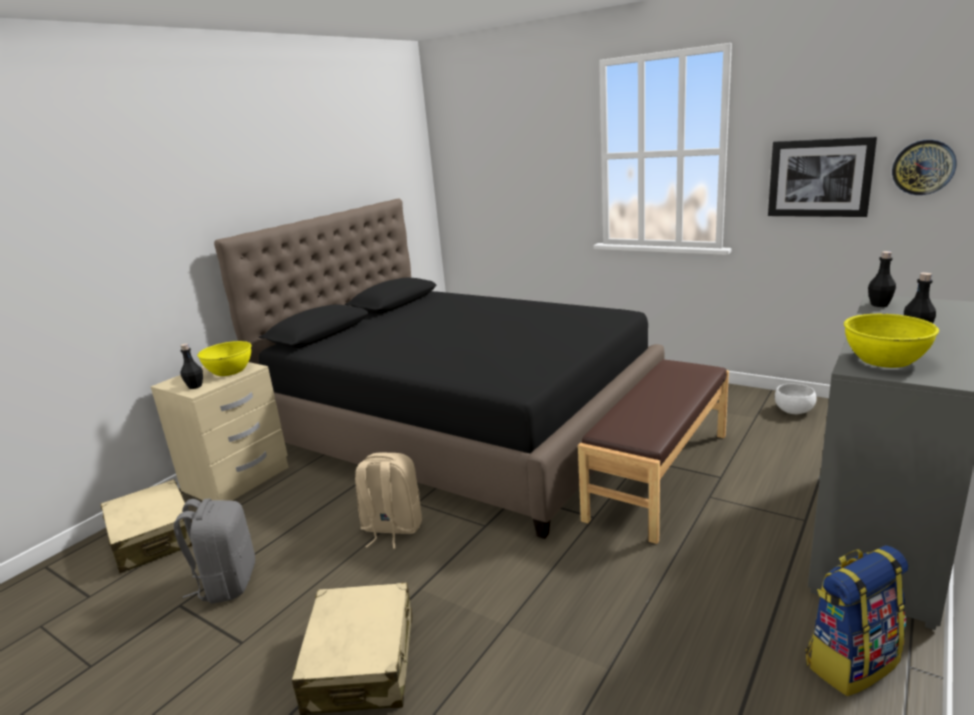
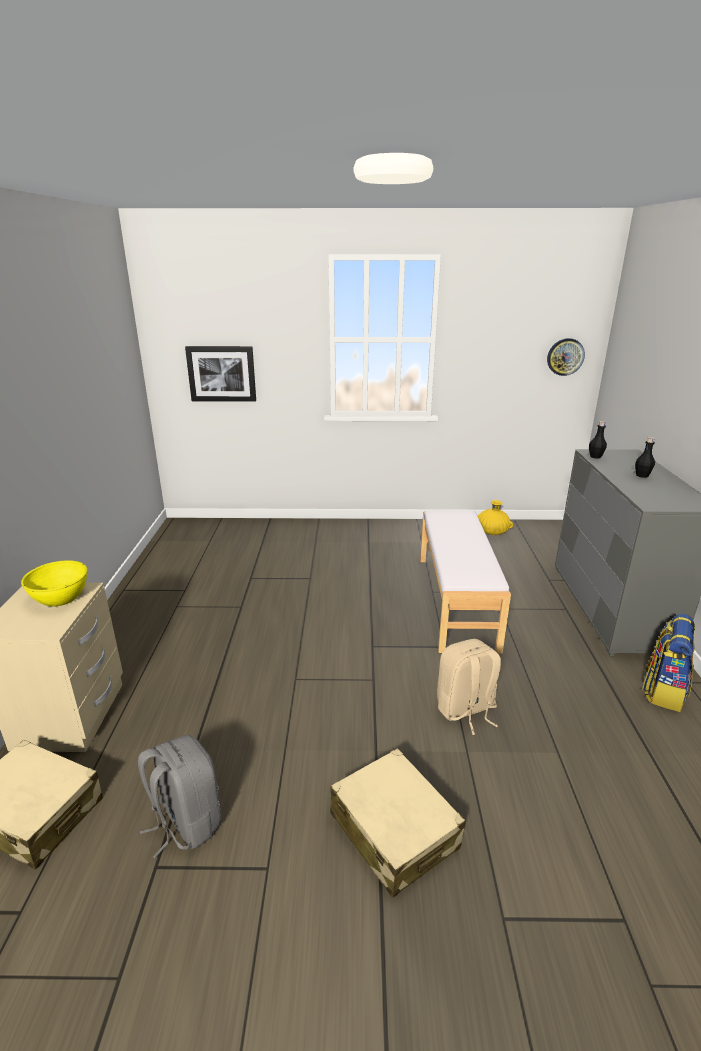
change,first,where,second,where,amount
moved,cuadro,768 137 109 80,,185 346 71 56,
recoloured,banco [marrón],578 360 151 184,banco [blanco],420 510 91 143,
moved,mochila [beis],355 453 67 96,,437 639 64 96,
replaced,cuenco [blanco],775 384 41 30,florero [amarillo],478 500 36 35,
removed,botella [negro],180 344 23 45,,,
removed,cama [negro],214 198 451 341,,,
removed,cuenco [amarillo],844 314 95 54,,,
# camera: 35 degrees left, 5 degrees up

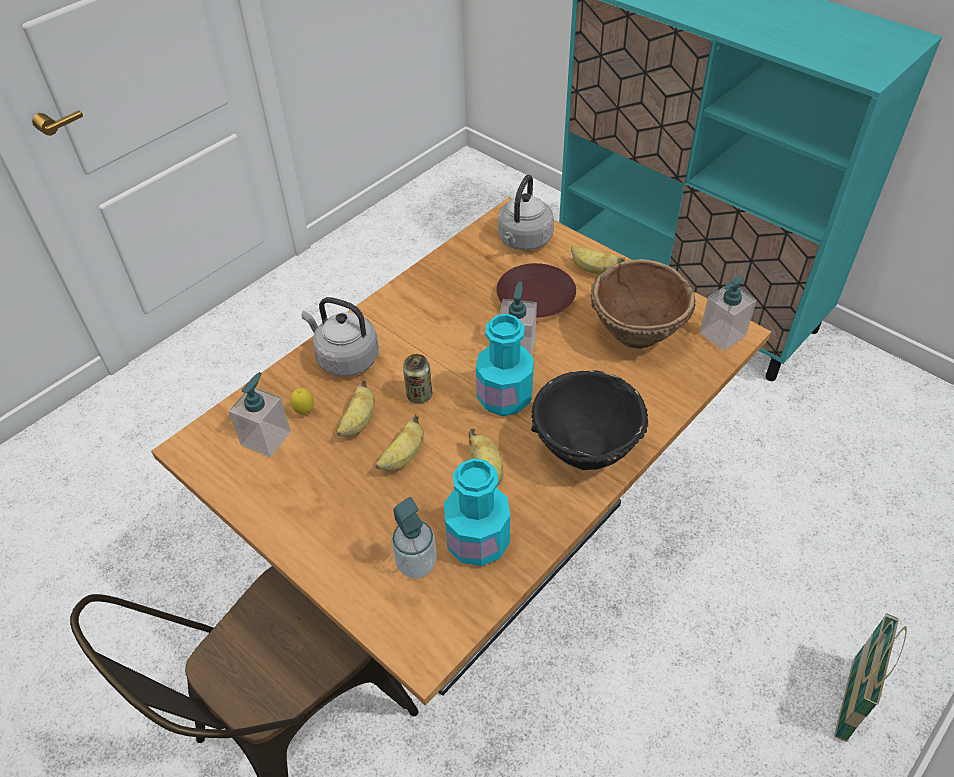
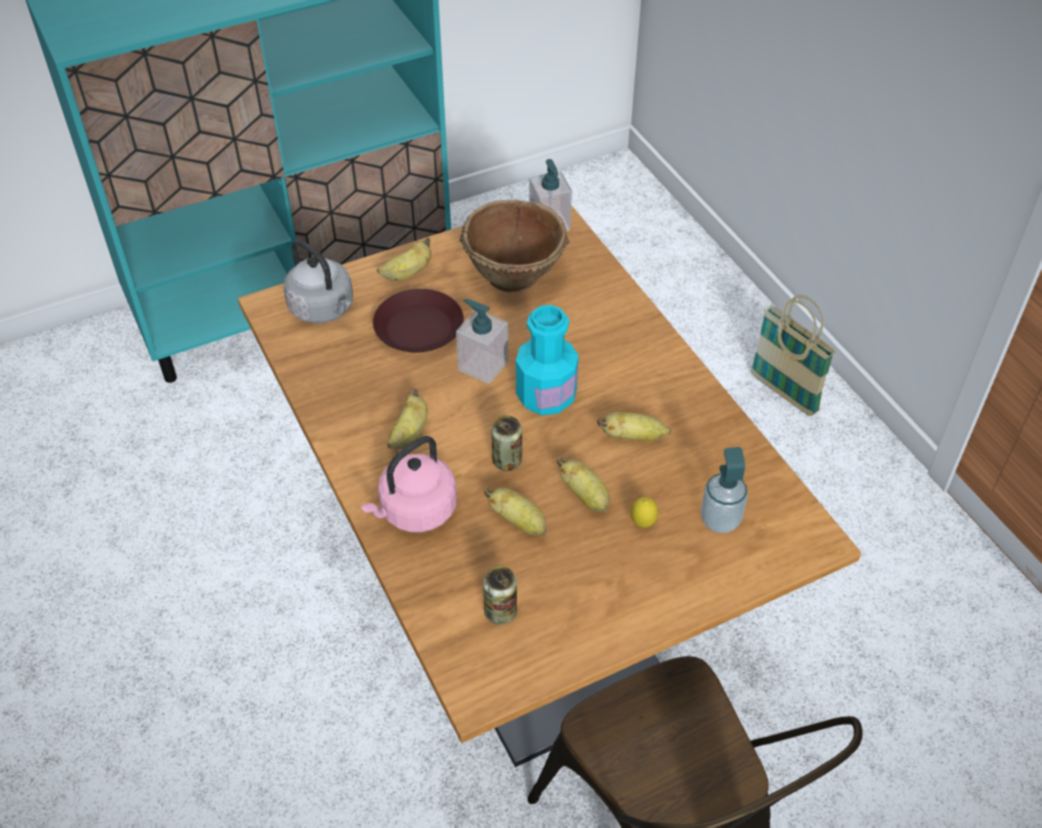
change,first,where,second,where,amount
recoloured,hervidor [gris],302 297 77 79,hervidor [rosa],361 436 96 96,
added,,,plátano,387 388 40 61,
replaced,dispensador de jabón,228 372 63 85,lata,483 566 34 59,
moved,limón,290 388 24 26,,631 497 27 31,
removed,botella [turquesa],444 458 66 108,,,
removed,cuenco [negro],531 370 118 100,,,
# camera: 70 degrees left, 0 degrees up

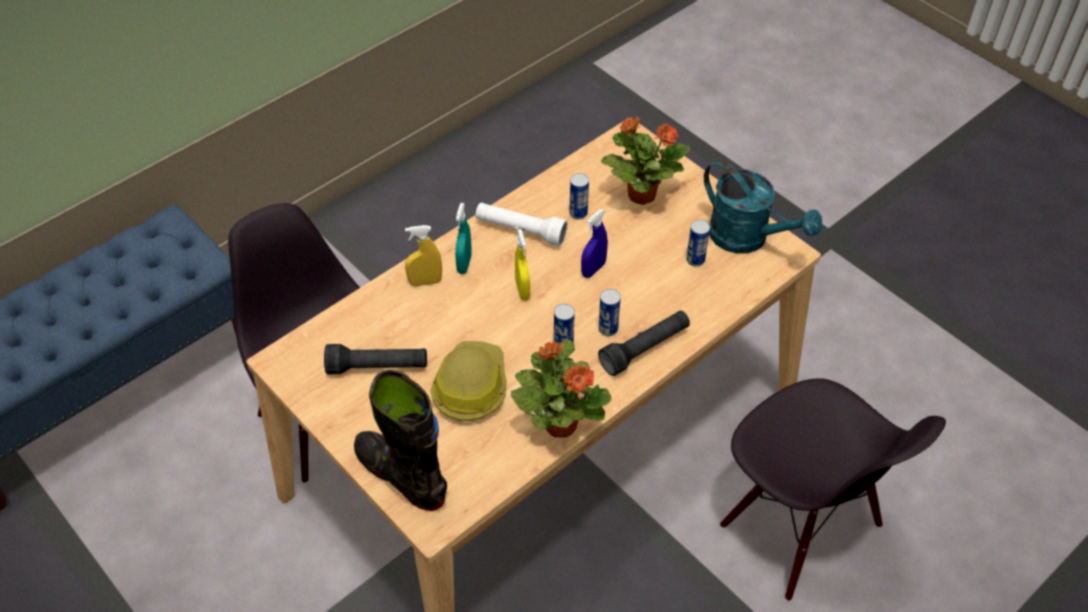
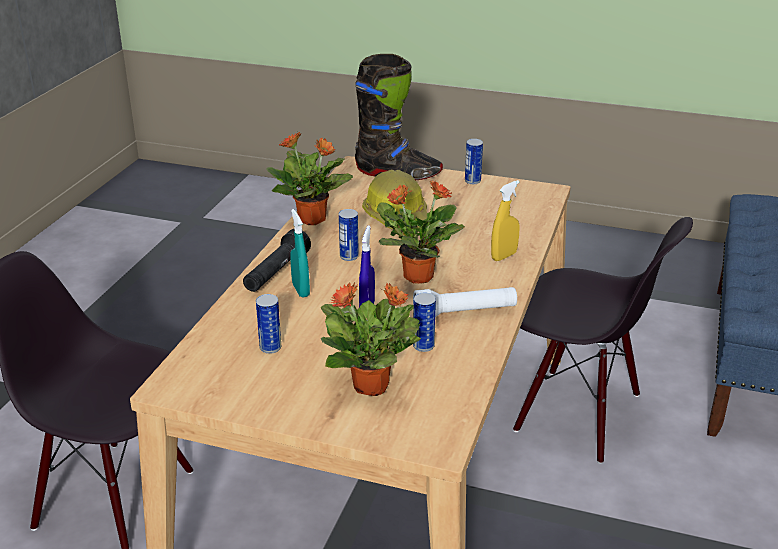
change,first,where,second,where,amount
moved,pulverizador [turquesa],455 203 17 71,,290 209 20 89,
replaced,pulverizador [amarillo],515 229 15 72,planta en maceta,376 179 89 105,
moved,lata,598 289 23 47,,465 139 18 45,
removed,linterna [negro],324 344 103 30,,,
removed,regadera [turquesa],704 160 118 94,,,
# camera: 150 degrees right, 20 degrees down

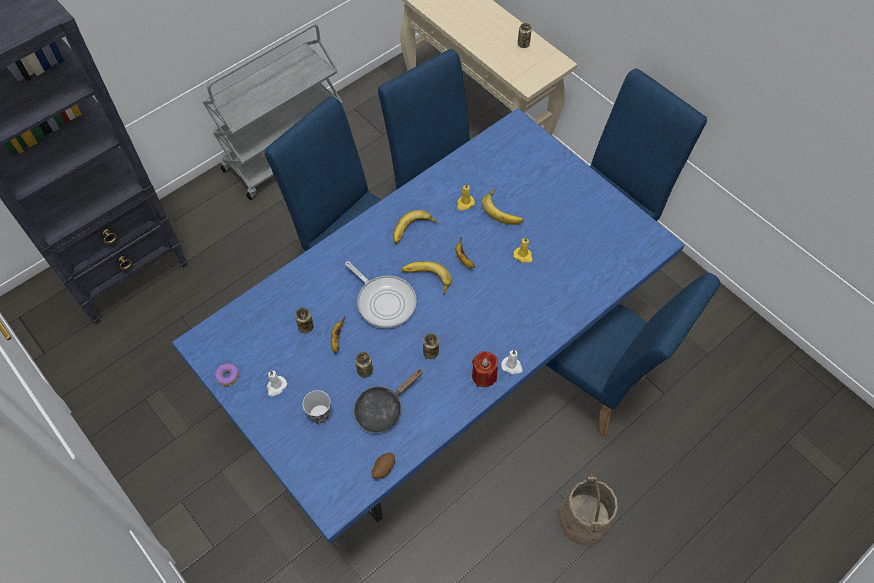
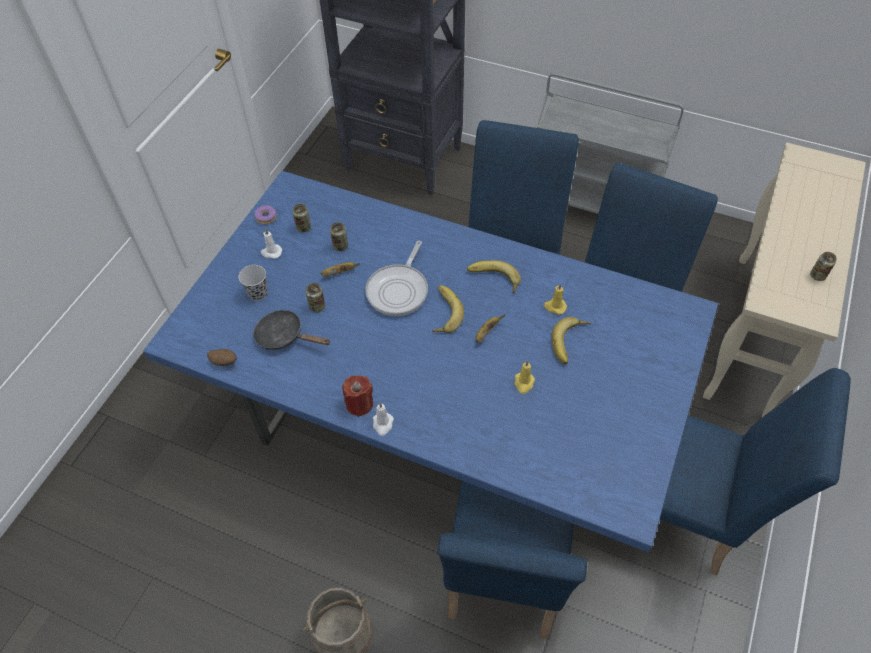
change,first,where,second,where,amount
moved,lata,423 333 16 26,,293 204 18 29,
# camera: 65 degrees right, 5 degrees down

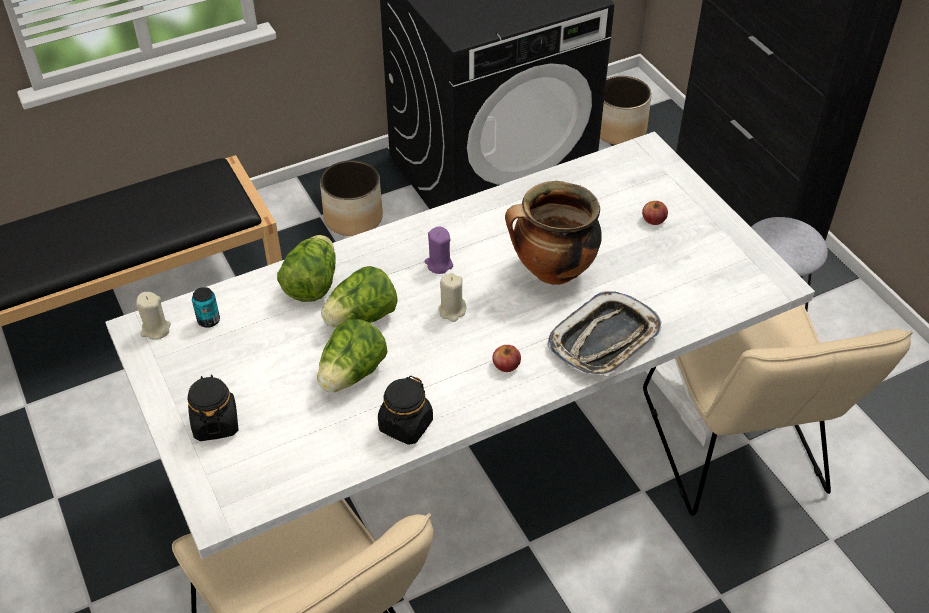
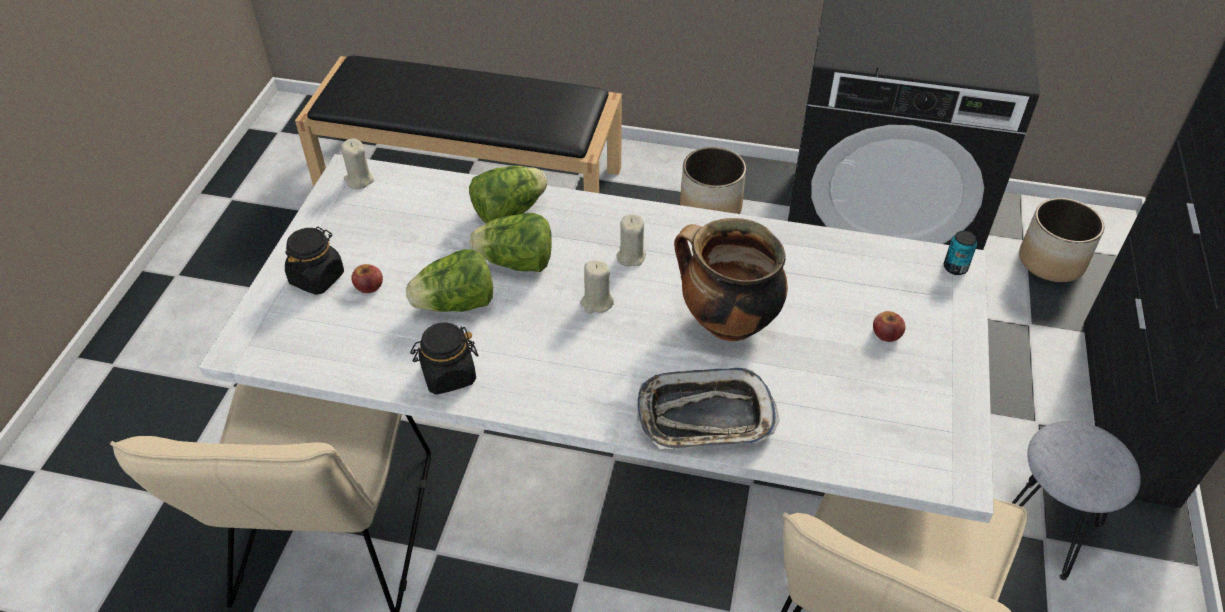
change,first,where,second,where,amount
moved,manzana,492 345 29 27,,351 264 32 29,
recoloured,vela [morado],425 227 28 47,vela [beis],616 214 30 52,
moved,lata,192 287 28 41,,944 231 33 44,
# camera: 40 degrees right, 0 degrees up

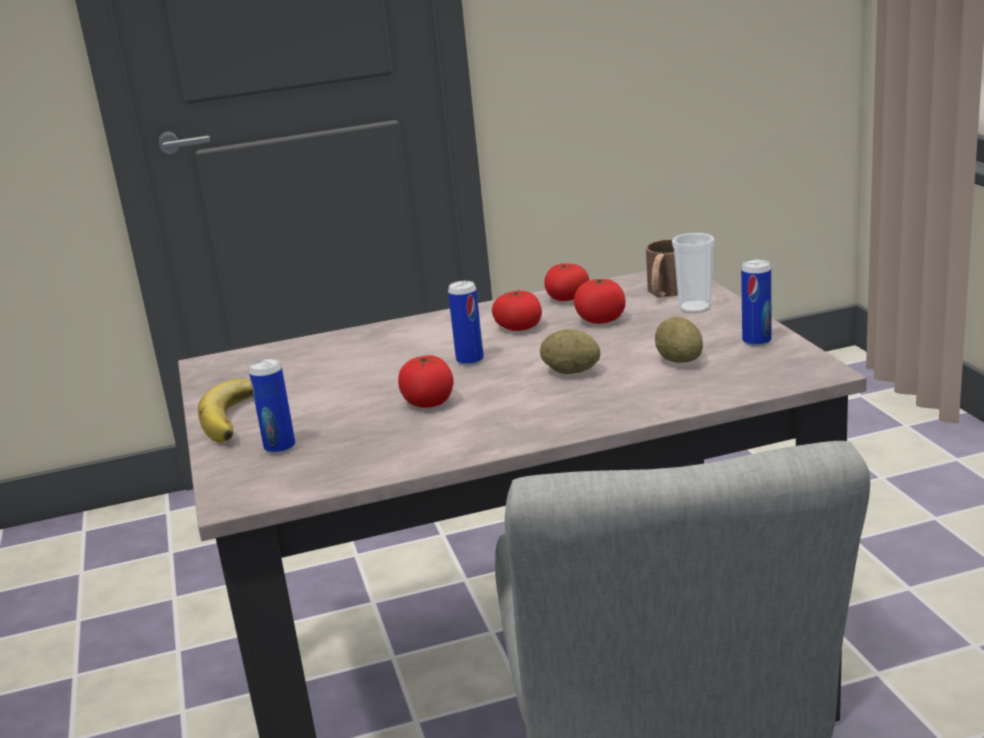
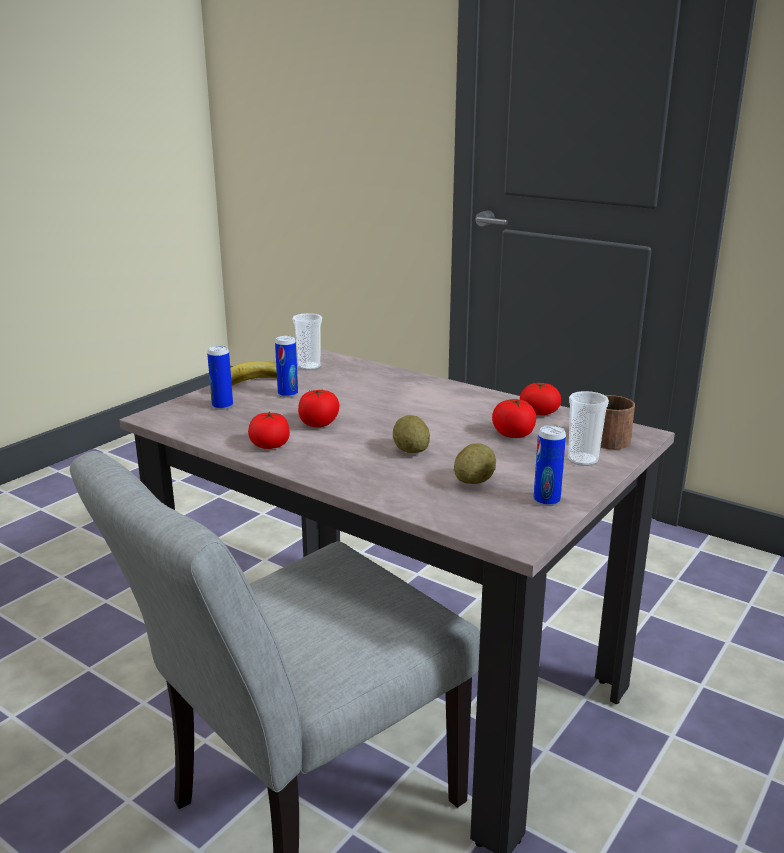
change,first,where,second,where,amount
moved,tomate,492 290 50 41,,248 411 42 38,
moved,lata,448 281 36 85,,275 335 23 63,
added,,,taza,293 313 29 57,
# camera: 50 degrees right, 0 degrees up

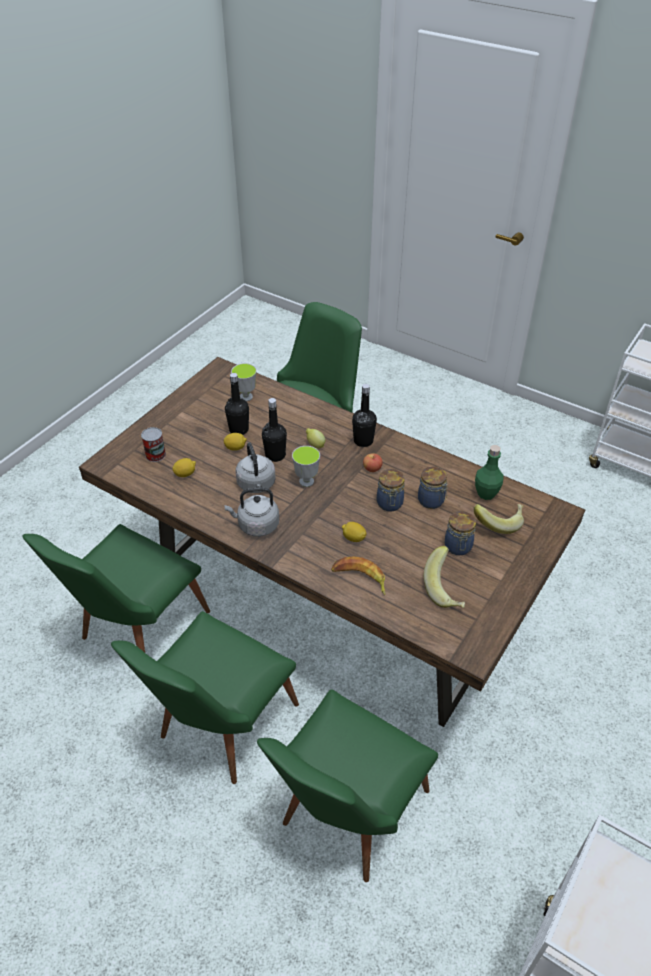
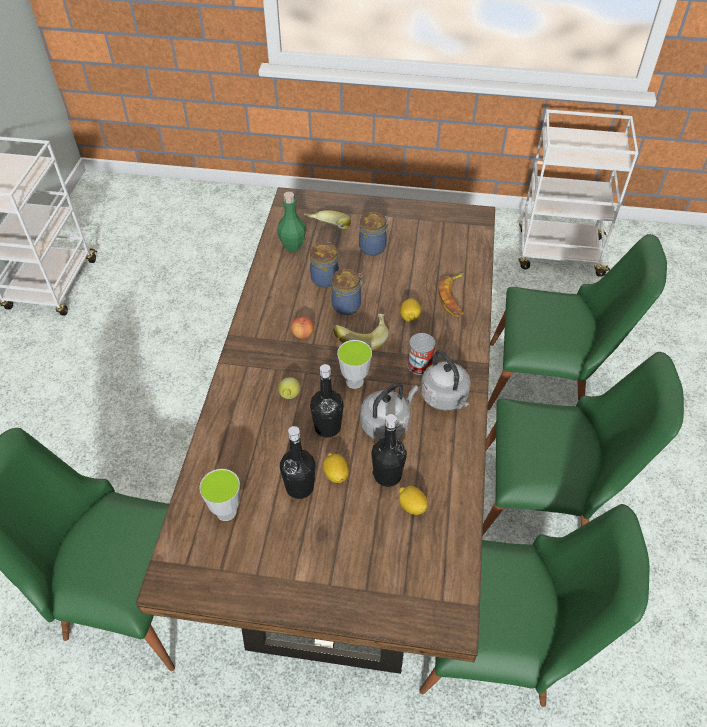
change,first,where,second,where,amount
moved,plátano,424 546 41 62,,333 314 56 36,
moved,botella [negro],352 384 25 63,,371 414 36 73,
moved,lata,141 427 25 35,,408 333 27 42,
# camera: 115 degrees left, 5 degrees up

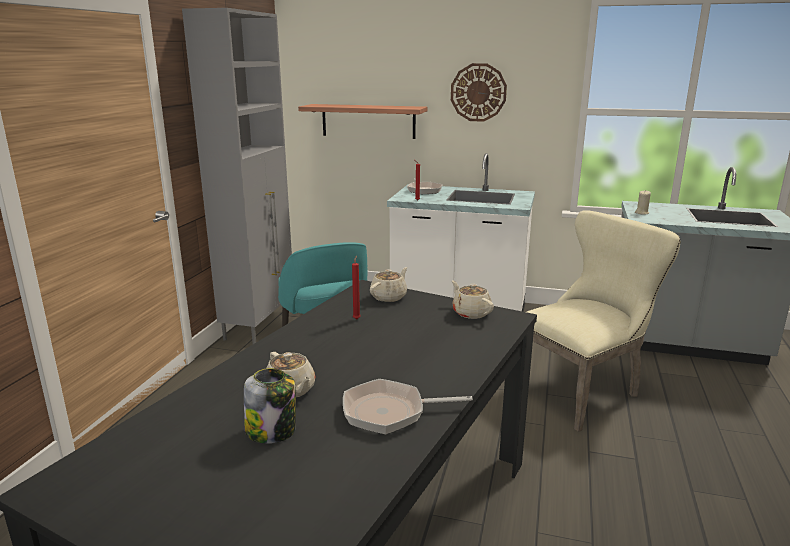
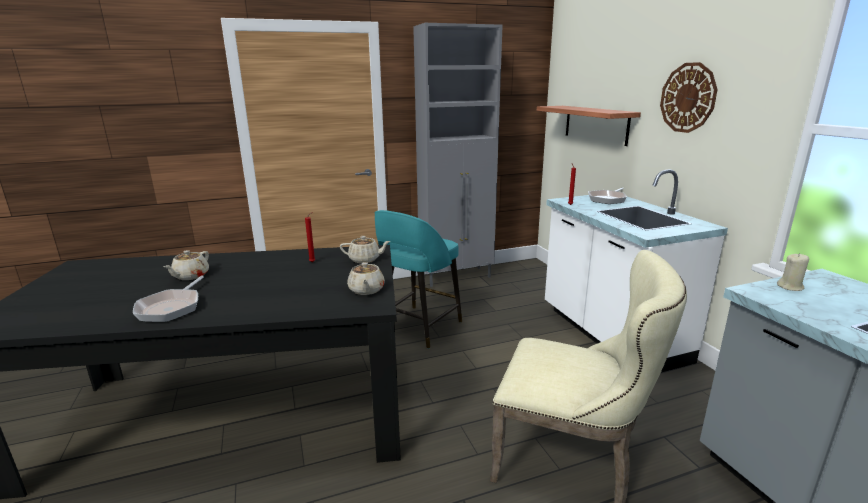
change,first,where,second,where,amount
turned,sartén,343 379 130 56,,133 276 71 46,135 degrees counterclockwise
turned,tetera [beis],452 280 42 39,,347 262 38 33,150 degrees clockwise
removed,tarro,244 368 52 76,,,
# camera: 55 degrees right, 0 degrees up

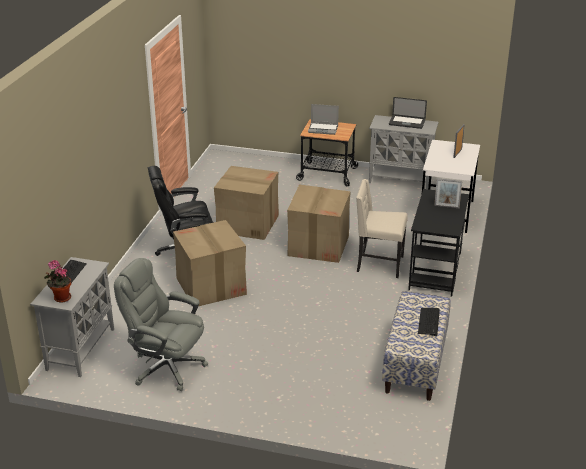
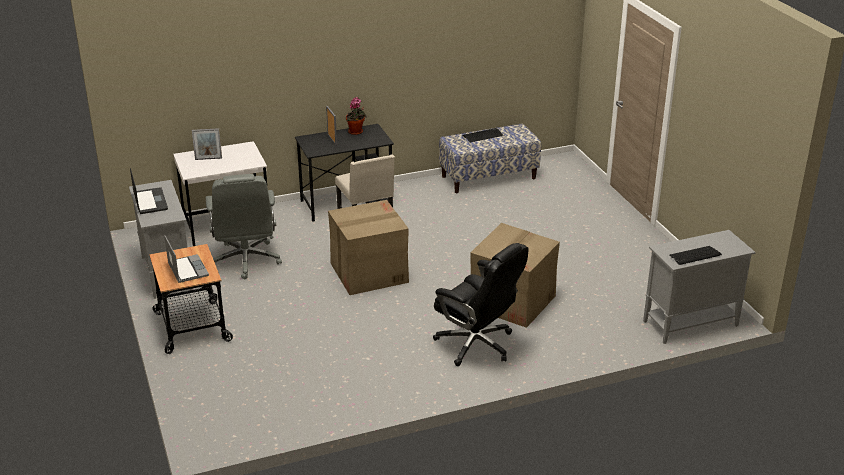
change,first,where,second,where,amount
moved,silla de oficina [gris],114 258 94 133,,206 174 76 105,
moved,planta en maceta,44 260 27 42,,346 97 20 38,
removed,caja de cartón,214 166 65 74,,,
# camera: 125 degrees left, 0 degrees up

